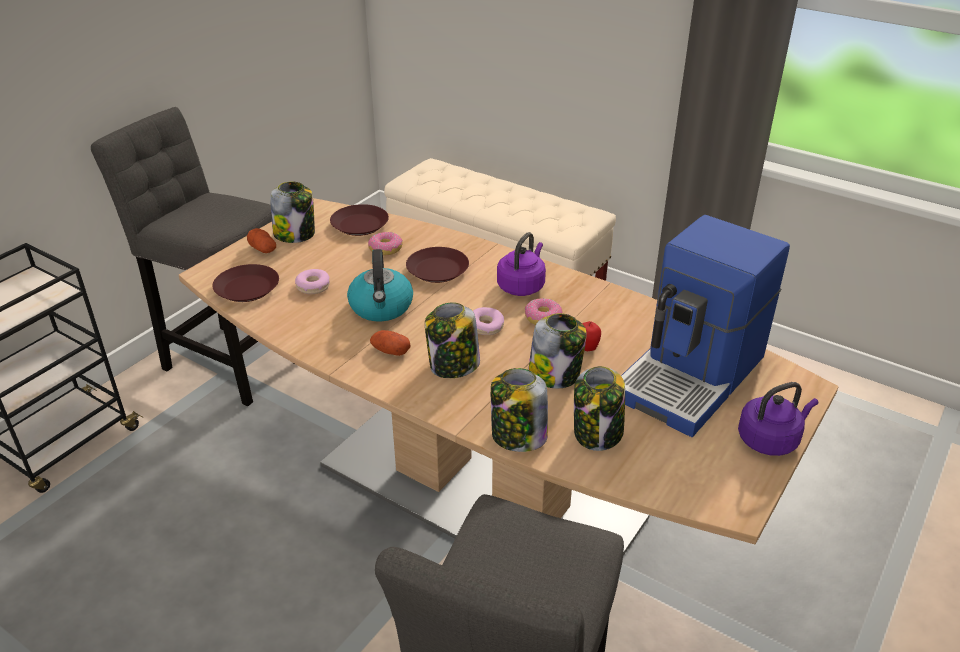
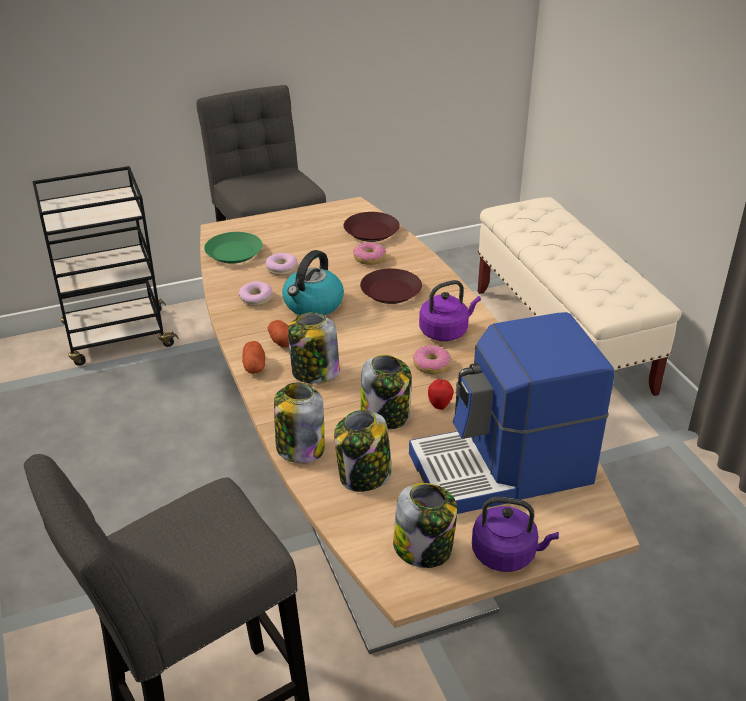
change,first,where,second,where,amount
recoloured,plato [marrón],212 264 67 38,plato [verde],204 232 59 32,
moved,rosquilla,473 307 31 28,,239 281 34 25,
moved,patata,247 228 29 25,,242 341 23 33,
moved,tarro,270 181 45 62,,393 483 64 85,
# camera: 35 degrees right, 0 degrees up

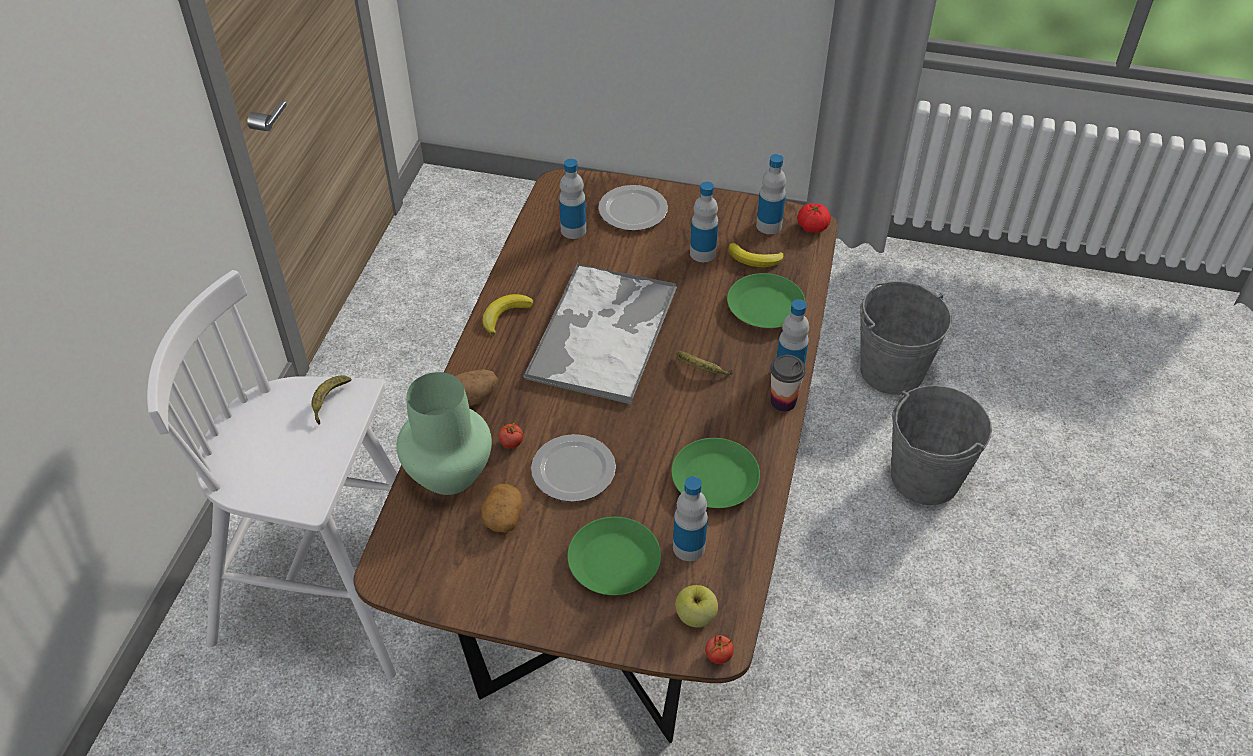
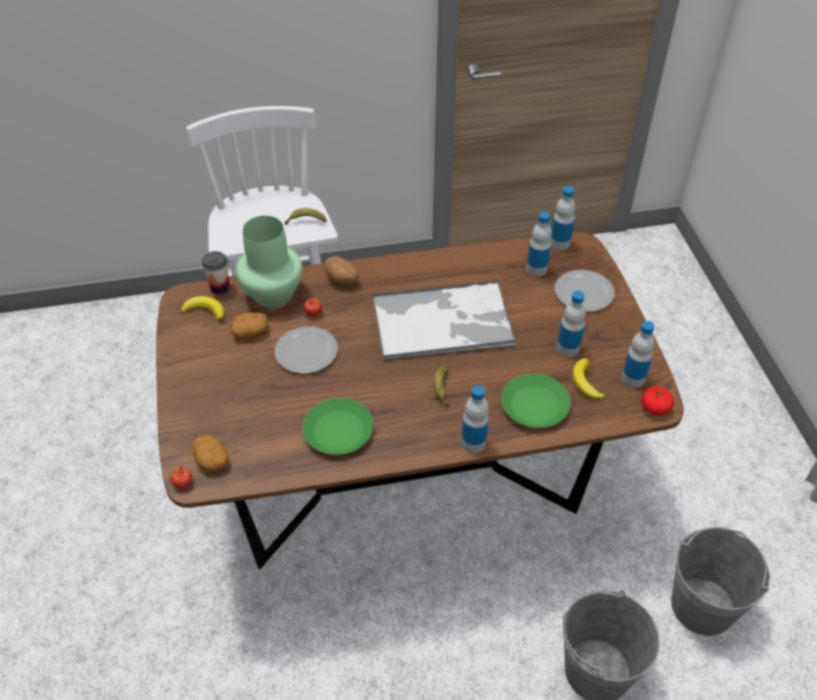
change,first,where,second,where,amount
moved,plátano,483 294 51 41,,181 296 44 25,
replaced,manzana,675 585 43 42,patata,192 435 37 36,
moved,taza,770 355 36 57,,202 251 28 44,
moved,botella,673 476 35 85,,550 186 25 64,
removed,plato [verde],567 517 94 78,,,
# camera: 65 degrees right, 0 degrees up

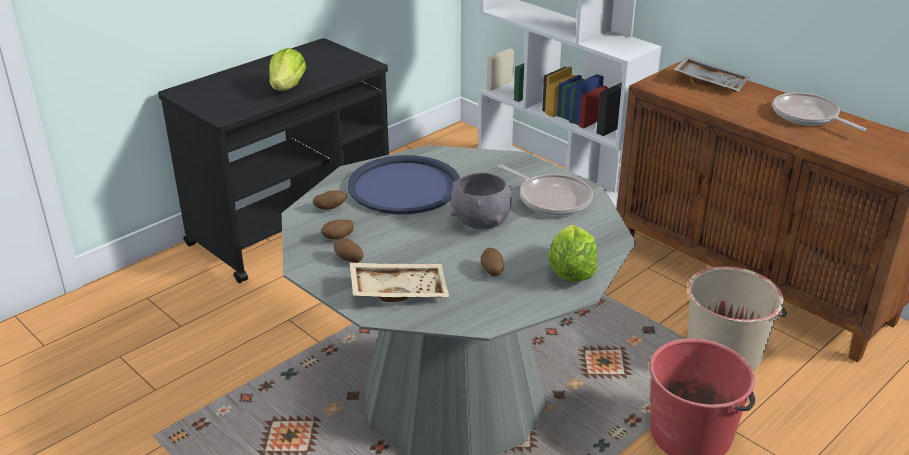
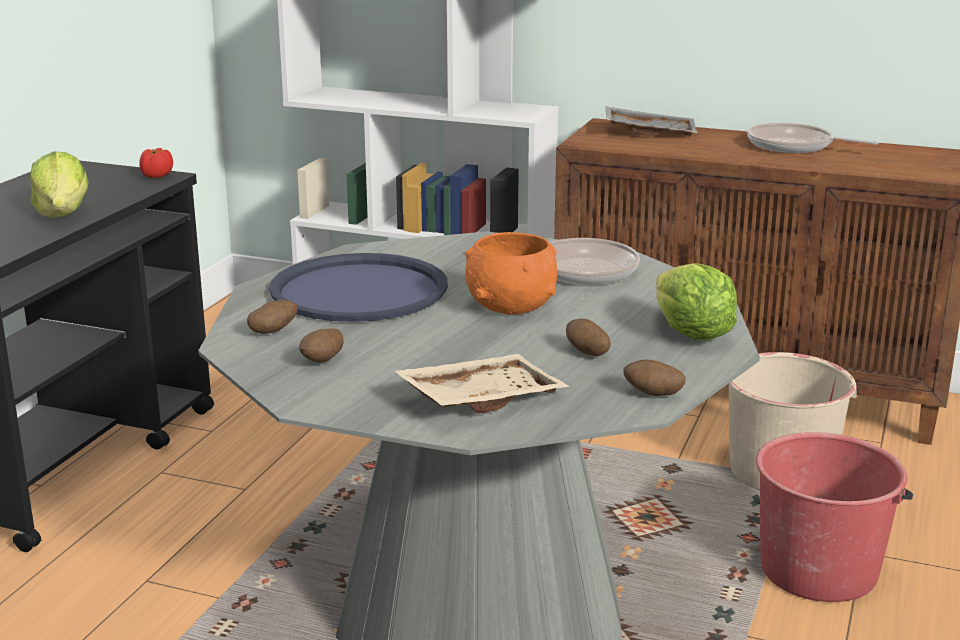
change,first,where,second,where,amount
added,,,tomate,139 148 34 30,
recoloured,cuenco [gris],450 172 62 57,cuenco [naranja],465 232 92 83,
moved,patata,334 238 30 25,,623 360 63 36,
# camera: 25 degrees left, 10 degrees down

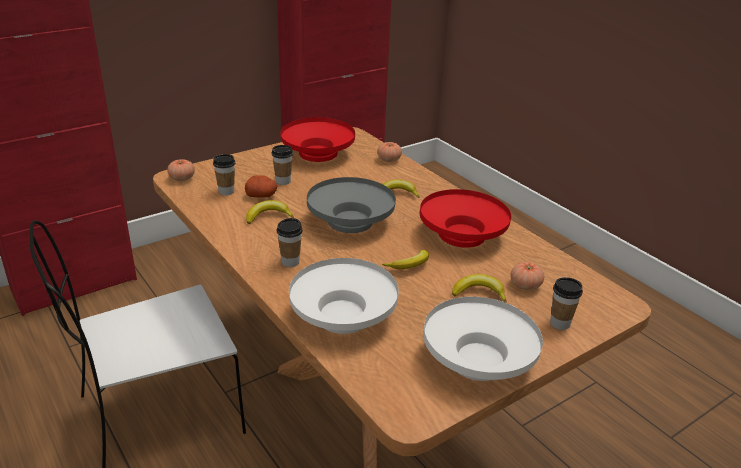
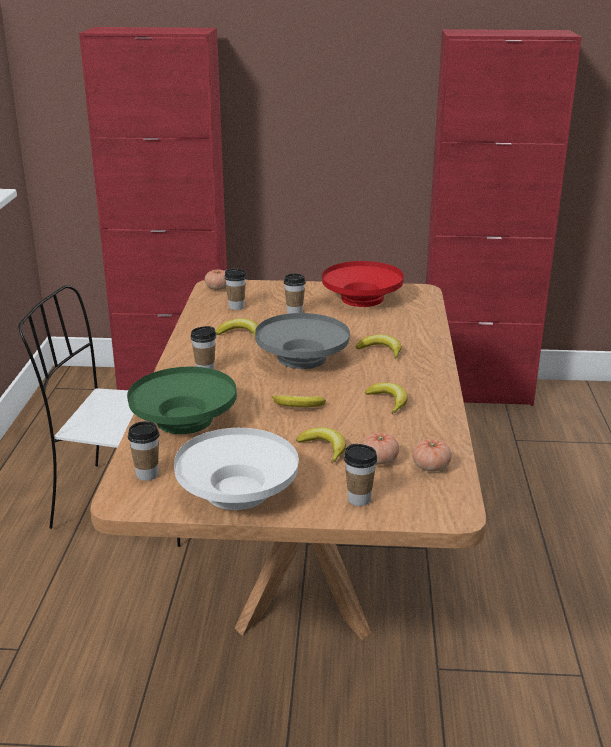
change,first,where,second,where,amount
recoloured,cuenco [blanco],289 258 110 76,cuenco [verde],127 367 110 67,
added,,,taza,128 421 32 60,
replaced,cuenco [rojo],420 189 91 59,plátano,365 383 43 31,
moved,tomate,377 142 25 20,,412 439 40 32,
removed,patata,245 175 32 22,,,
# camera: 40 degrees right, 5 degrees down

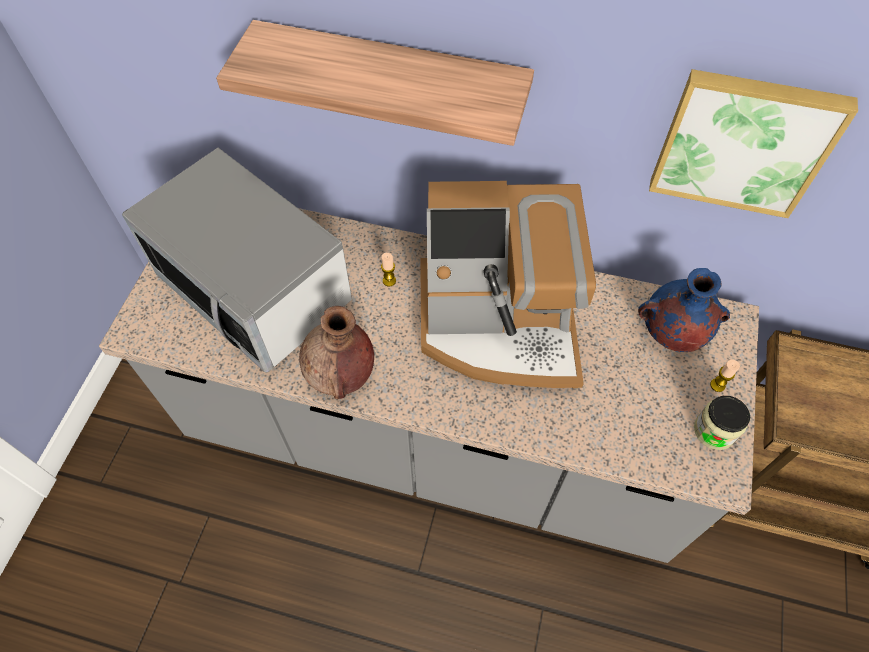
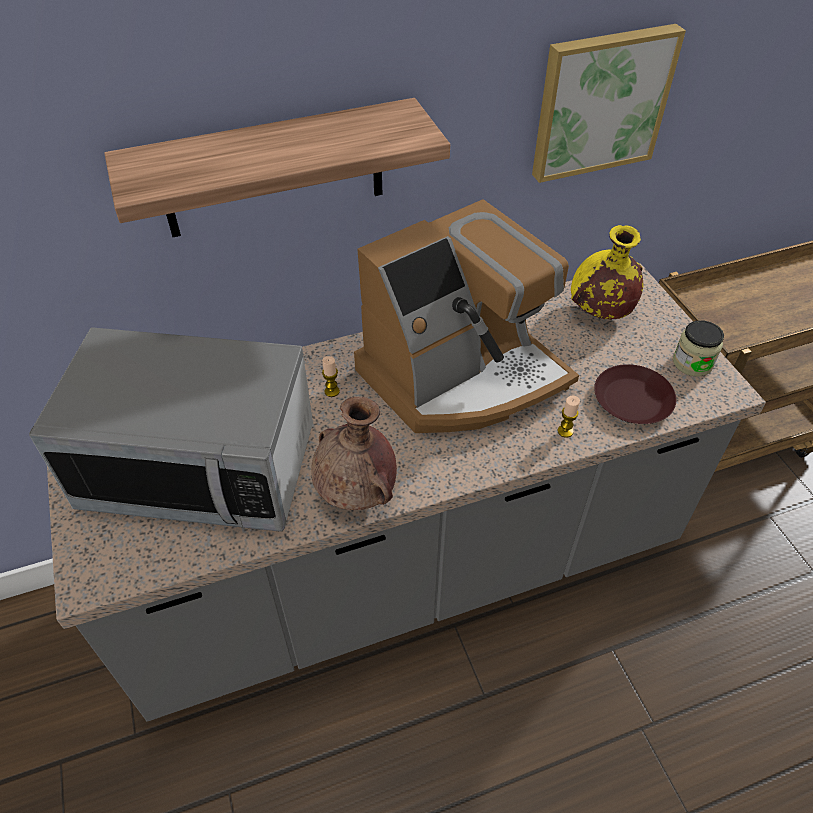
change,first,where,second,where,amount
moved,vela,710 360 30 32,,557 395 23 43,
recoloured,florero [azul],638 268 92 84,florero [amarillo],571 225 72 94,
added,,,plato [marrón],594 364 82 60,
# camera: 35 degrees left, 10 degrees down

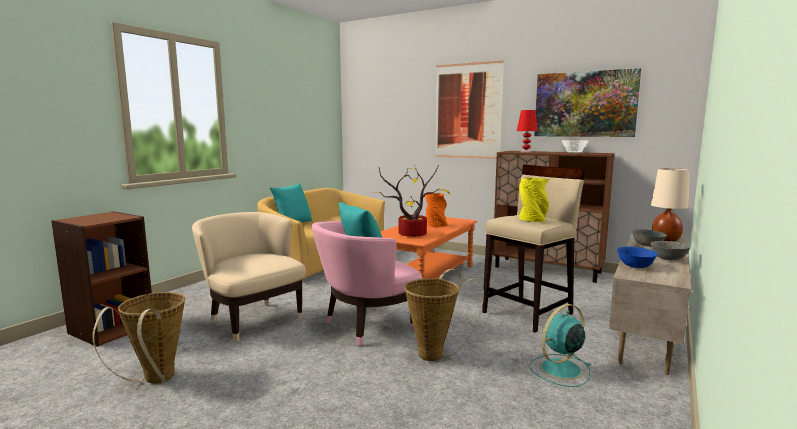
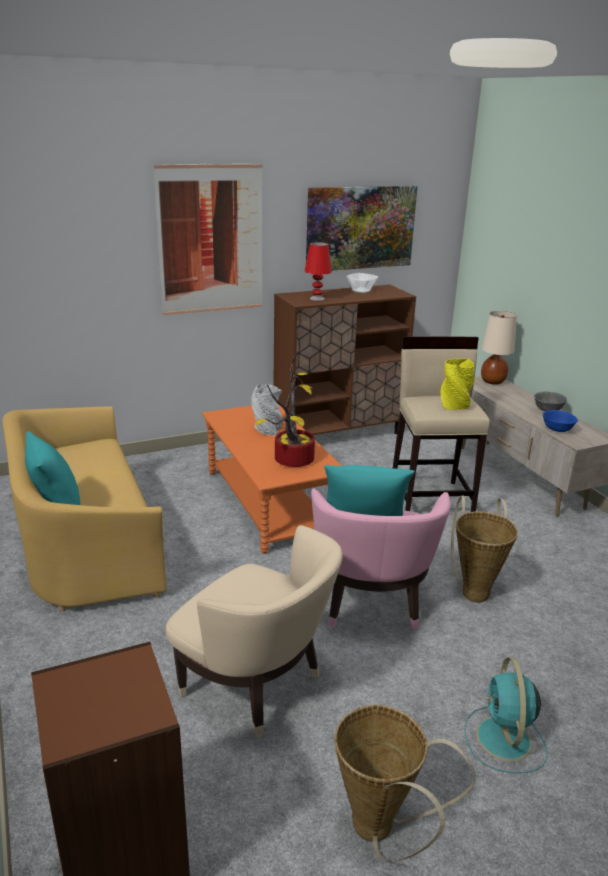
change,first,where,second,where,amount
turned,sillón [beis],192 212 114 130,,165 525 178 213,135 degrees counterclockwise
recoloured,florero [naranja],425 193 23 34,florero [gris],251 384 32 52,
moved,ventilador [turquesa],530 304 61 83,,465 657 83 116,
removed,cuenco [gris],632 229 35 18,,,
# camera: 55 degrees left, 15 degrees up

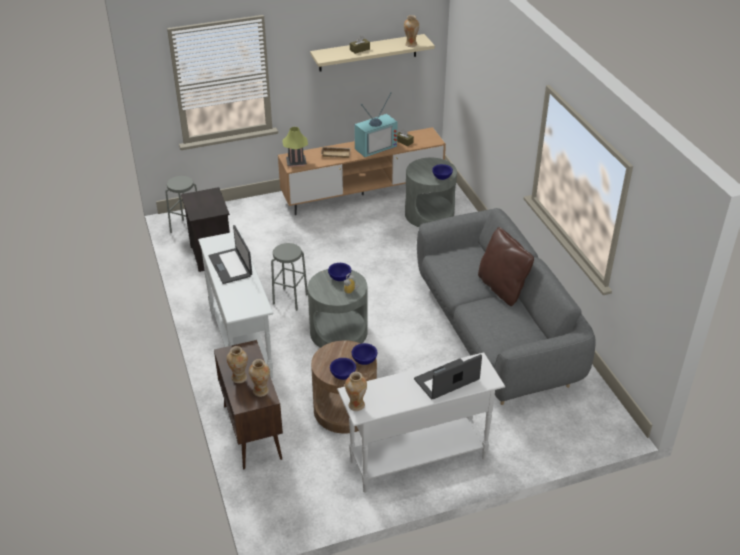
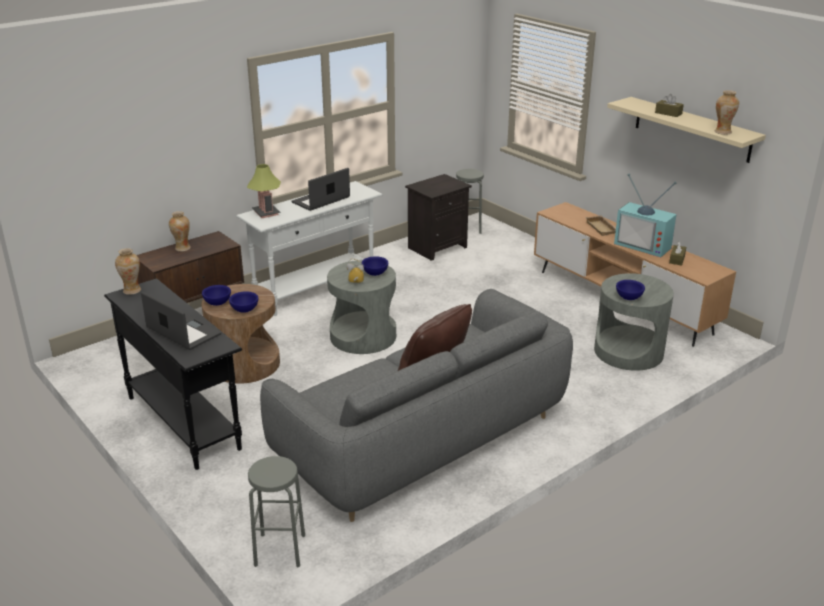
change,first,where,second,where,amount
recoloured,mesa consola [blanco],337 352 168 141,mesa consola [negro],104 278 138 192,
moved,lámpara de mesa,283 127 25 40,,247 164 34 54,
moved,taburete [gris],271 243 37 68,,248 456 57 111,
removed,florero,249 359 21 38,,,
# camera: 70 degrees right, 10 degrees down

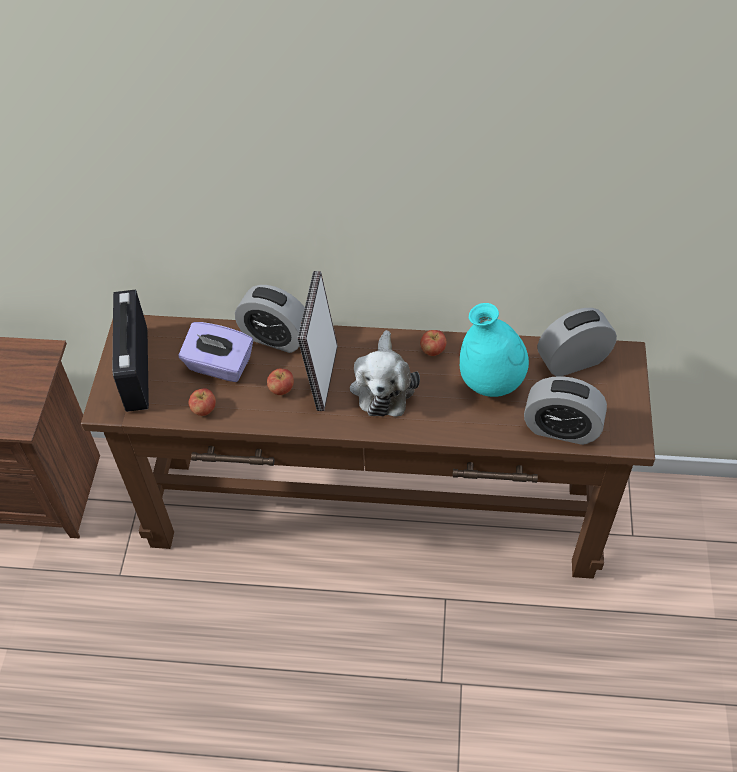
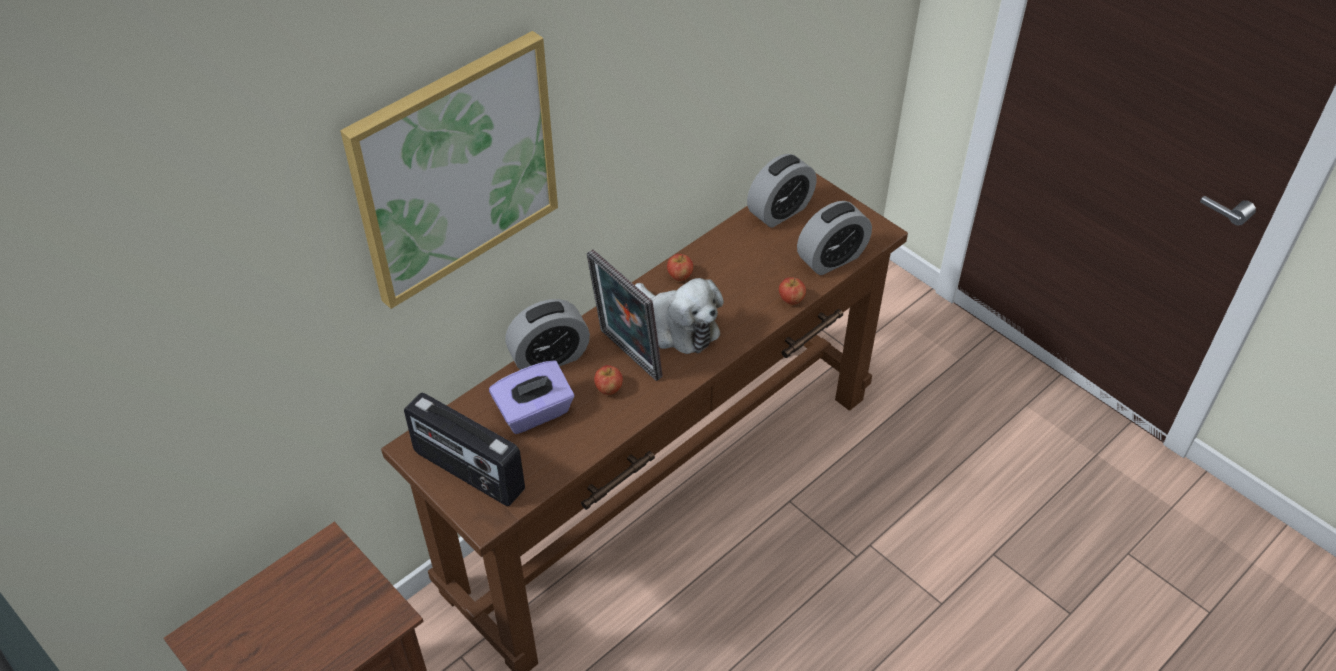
change,first,where,second,where,amount
added,,,cuadro,340 31 218 278,
turned,despertador,538 308 79 69,,747 154 69 74,150 degrees counterclockwise
moved,manzana,188 388 28 28,,779 277 27 28,
removed,florero [turquesa],460 303 69 94,,,
# camera: 50 degrees left, 5 degrees down

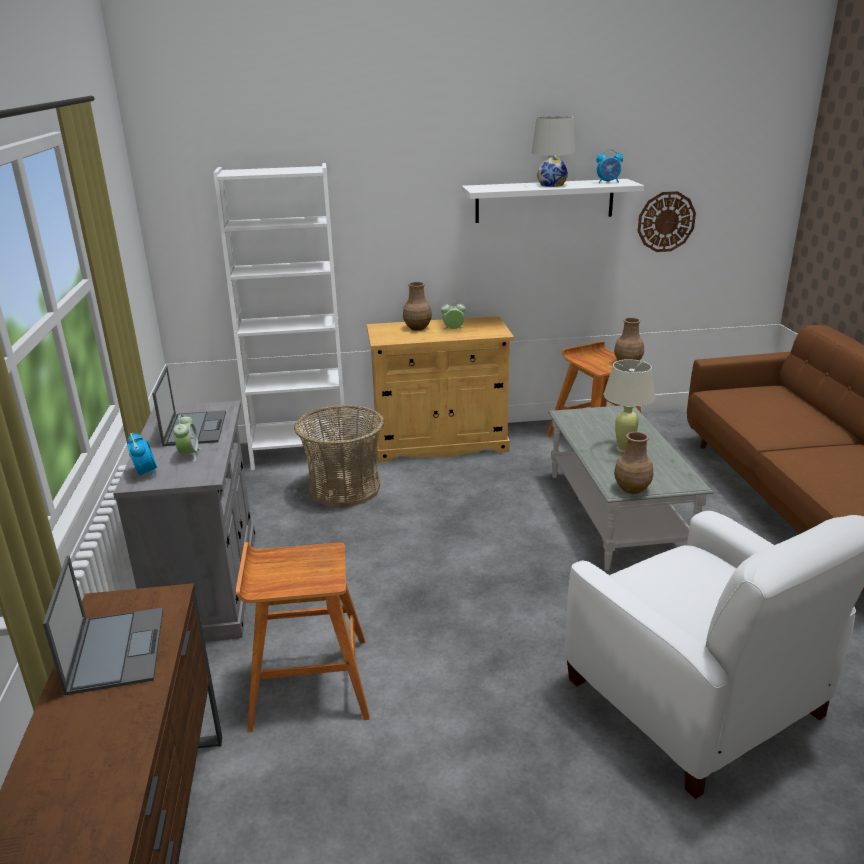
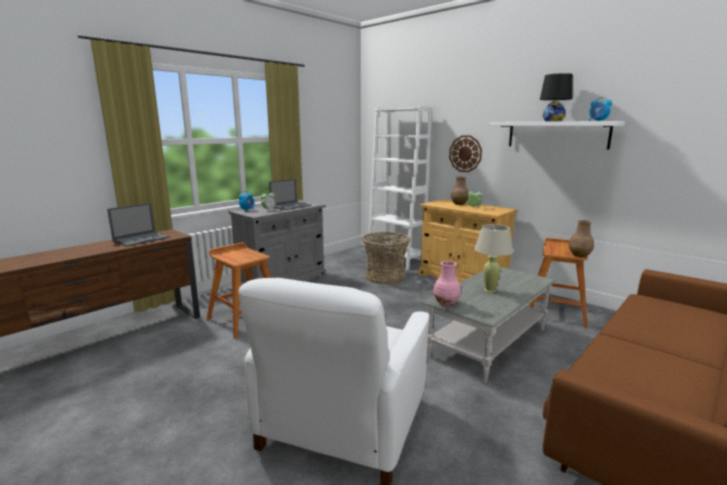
change,first,where,second,where,amount
recoloured,florero [marrón],614 432 39 62,florero [rosa],433 261 28 45,
moved,reloj de pared,638 191 58 61,,449 135 33 37,
recoloured,lámpara de mesa [blanco],532 116 43 71,lámpara de mesa [negro],540 73 33 49,
# camera: 50 degrees right, 10 degrees down

